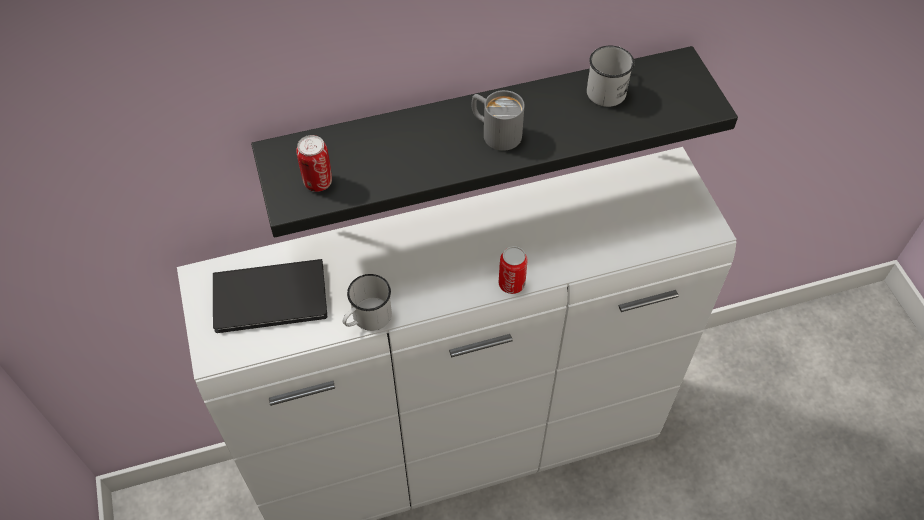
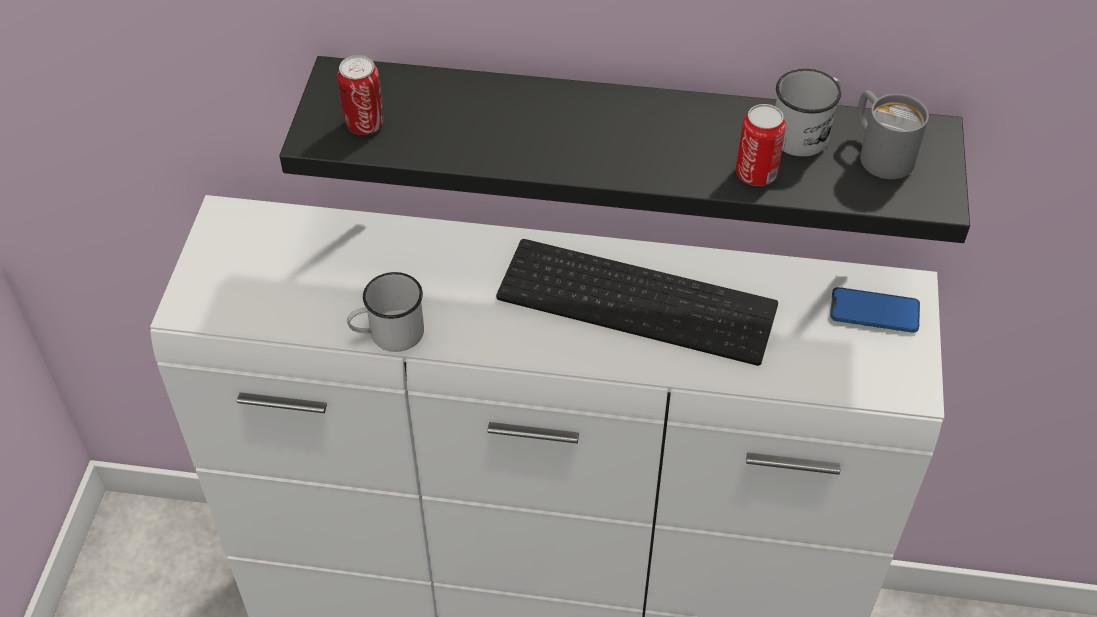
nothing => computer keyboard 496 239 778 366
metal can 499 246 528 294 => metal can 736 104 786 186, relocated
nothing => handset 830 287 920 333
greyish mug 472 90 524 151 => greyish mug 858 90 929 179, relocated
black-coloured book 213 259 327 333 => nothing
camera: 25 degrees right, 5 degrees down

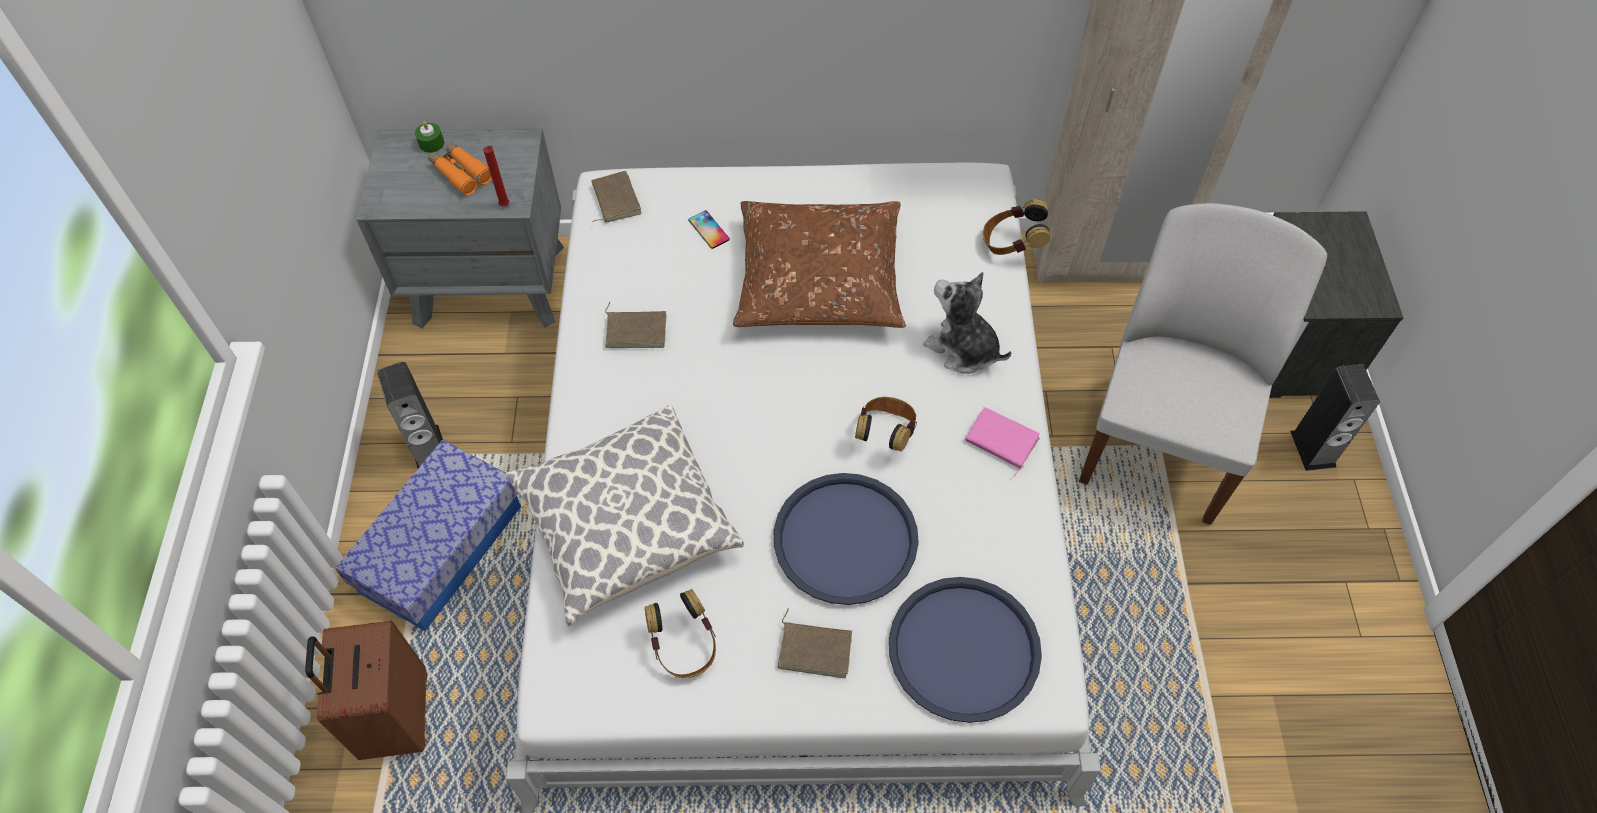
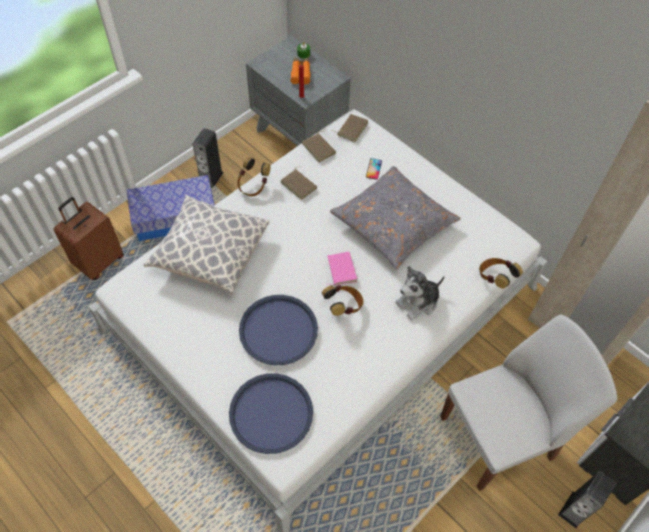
pair of headphones 645 589 716 678 => pair of headphones 237 157 270 196, relocated
brownish book 777 608 852 678 => brownish book 302 131 336 162, relocated
pink book 965 407 1040 477 => pink book 327 252 357 285, relocated
brownish throw pillow 733 201 906 328 => greyish throw pillow 330 166 461 269
cuddly toy 923 272 1011 374 => cuddly toy 395 266 445 321, 120 degrees counterclockwise
camera: 45 degrees right, 0 degrees up

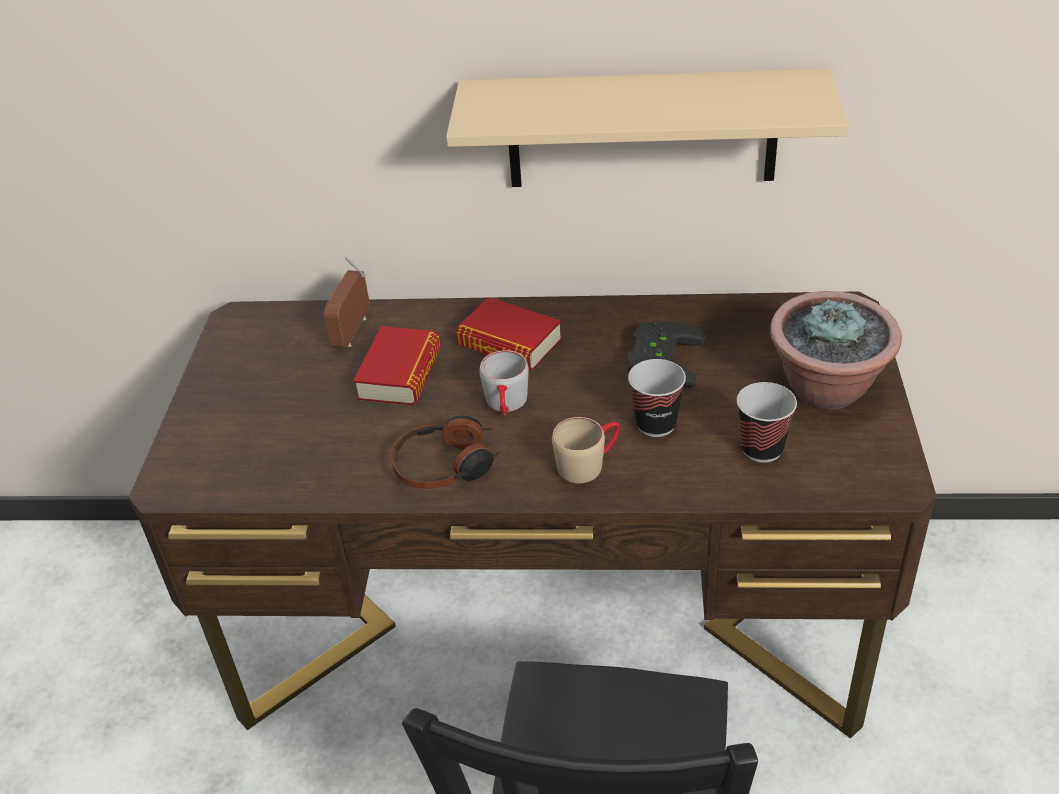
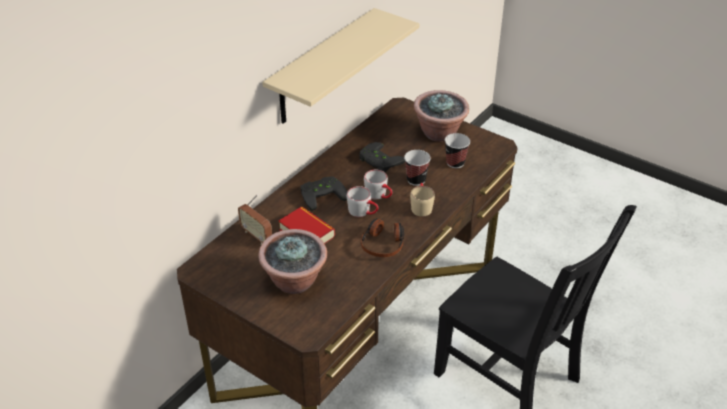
nothing => plant in a pot 258 229 327 294
book 456 297 562 370 => black-coloured gamepad 301 176 347 211
nothing => greyish mug 364 170 392 200
camera: 60 degrees left, 0 degrees up

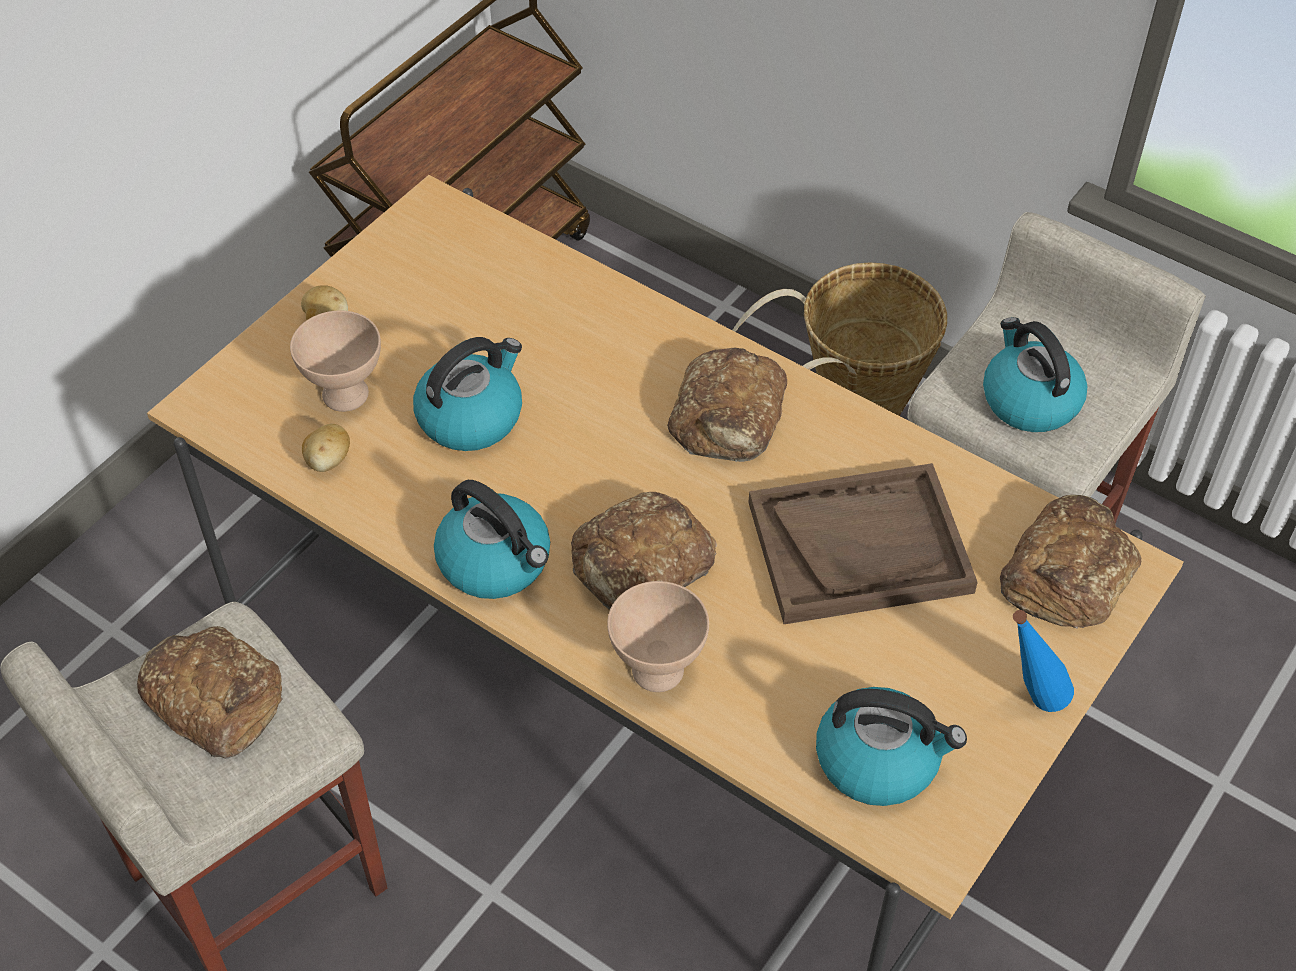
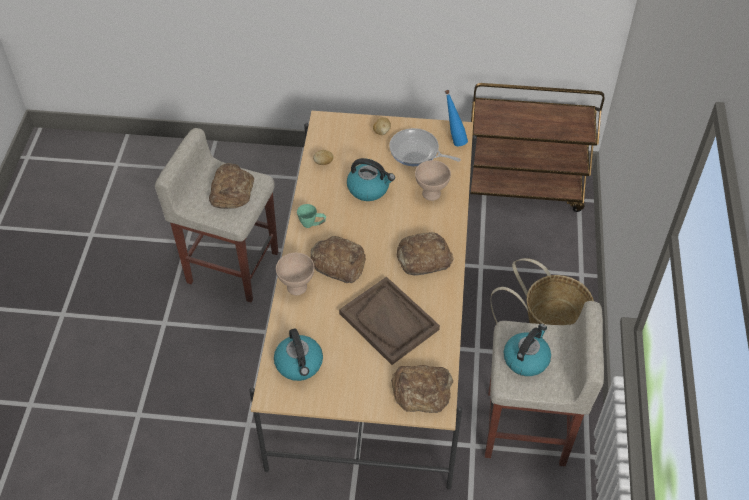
kettle 434 480 550 599 => greenish mug 297 204 326 228
nothing => skillet 389 128 461 166
beige bowl 290 310 381 412 => beige bowl 415 160 451 201, relocated
blue drink bottle 1013 610 1074 712 => blue drink bottle 445 90 468 146, relocated
camera: 60 degrees right, 0 degrees up

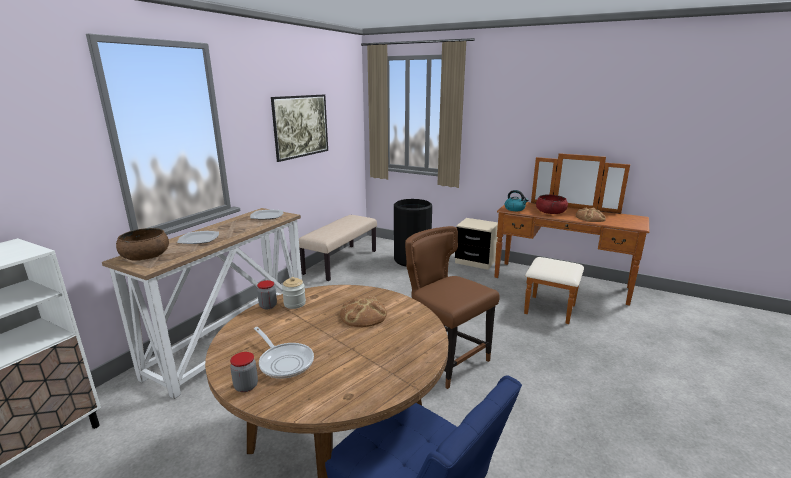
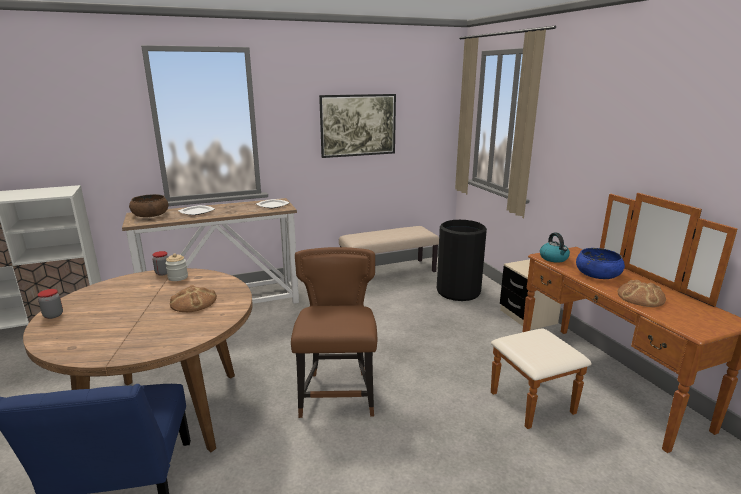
reddish bowl 536 195 568 214 => blue bowl 576 248 625 279
skillet 254 327 314 379 => nothing
camera: 40 degrees right, 0 degrees up

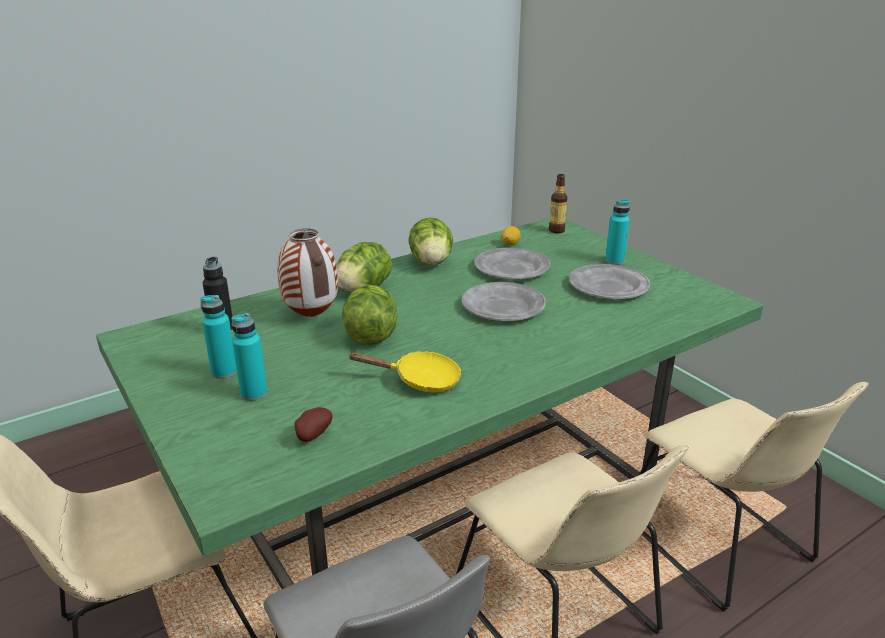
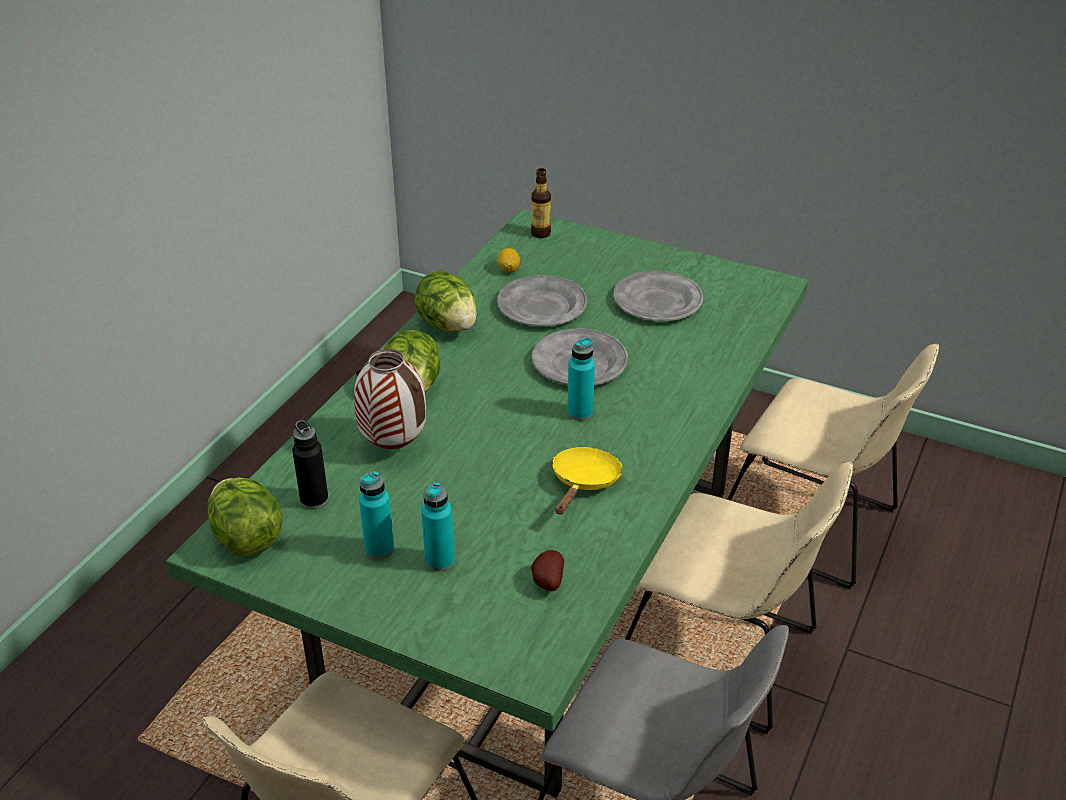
head of lettuce 342 285 397 345 => head of lettuce 207 477 282 556, relocated
yellow-coloured skillet 348 351 461 392 => yellow-coloured skillet 552 447 622 515, 45 degrees counterclockwise
turquoise drink bottle 605 200 630 265 => turquoise drink bottle 567 338 595 421, relocated
camera: 30 degrees left, 10 degrees up

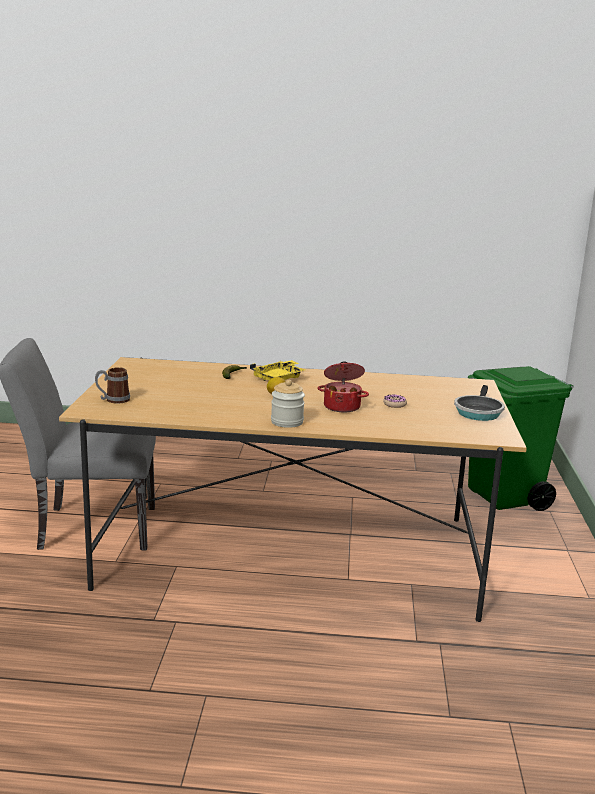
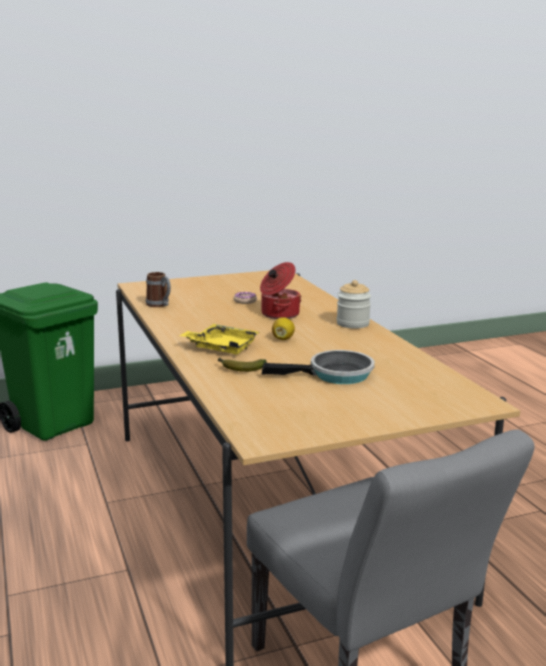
mug 95 367 130 404 => mug 146 272 171 307, relocated
skillet 454 385 505 421 => skillet 262 350 375 384, relocated
camera: 115 degrees left, 0 degrees up

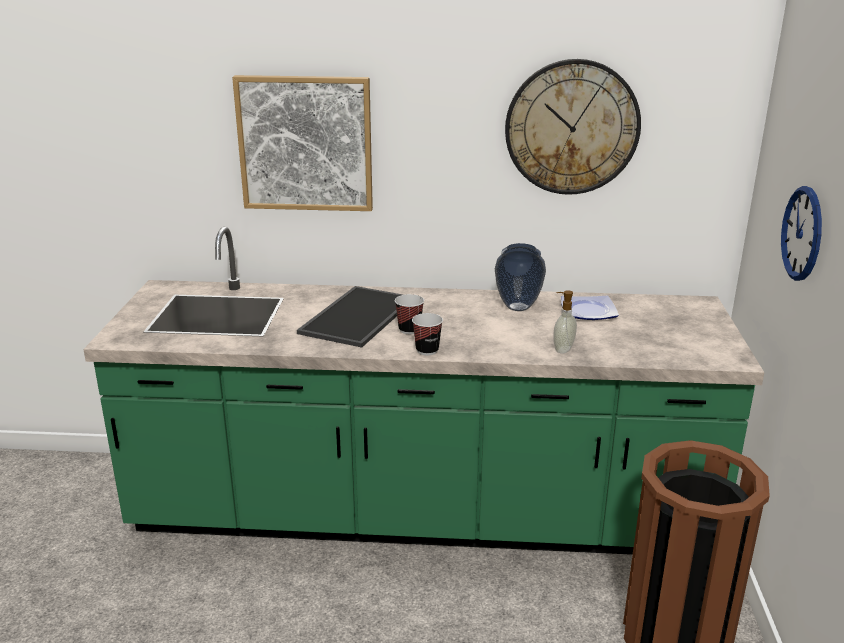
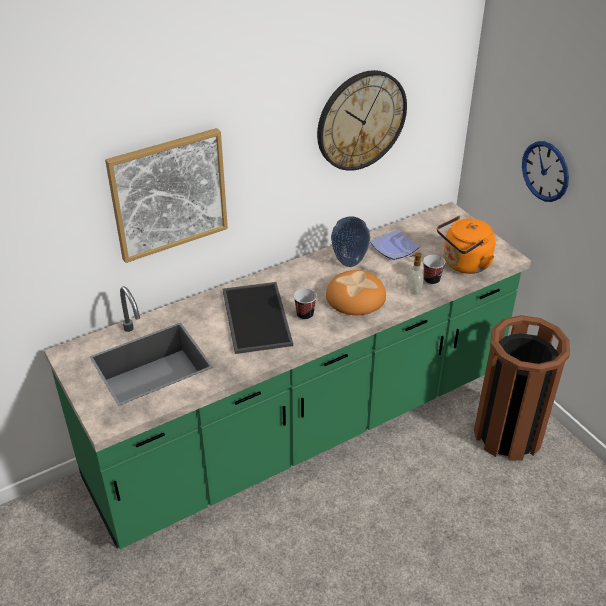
nothing => baked bread 326 270 386 315
small cup 412 313 443 355 => small cup 423 255 445 285, relocated
nothing => orangey kettle 437 216 496 274
camera: 35 degrees left, 15 degrees up

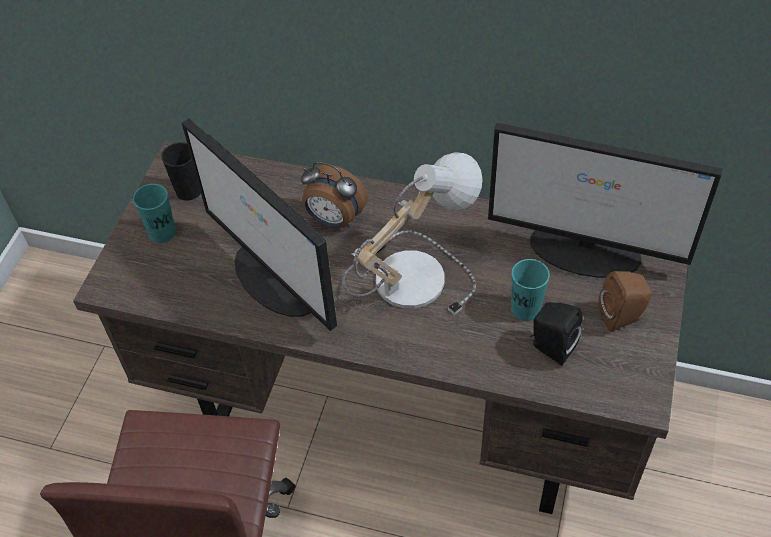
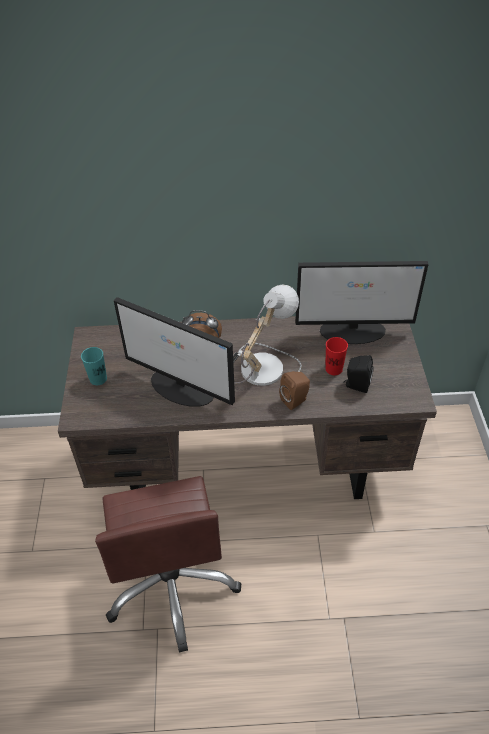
brownish audio speaker 598 271 652 332 => brownish audio speaker 279 371 310 410, relocated
turquoise small cup 511 259 550 321 => reddish small cup 325 337 348 375
black-coloured small cup 161 142 201 201 => nothing
camera: 20 degrees left, 5 degrees down

